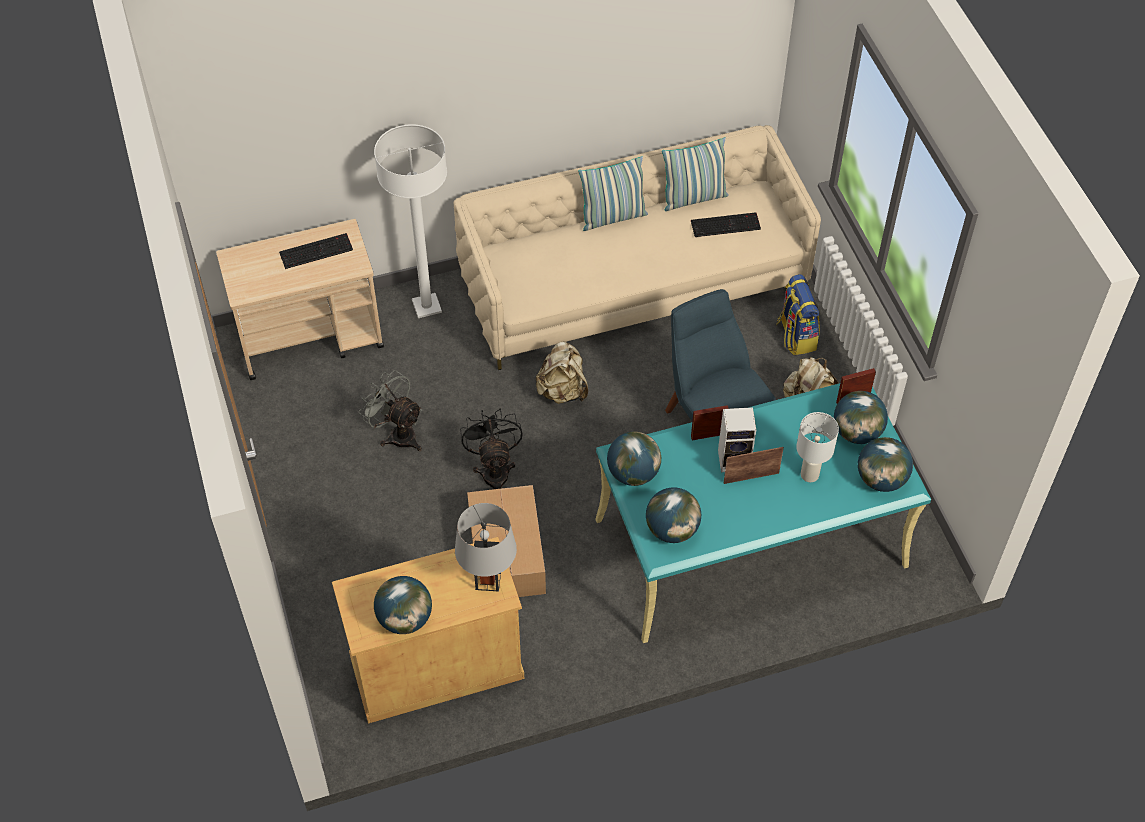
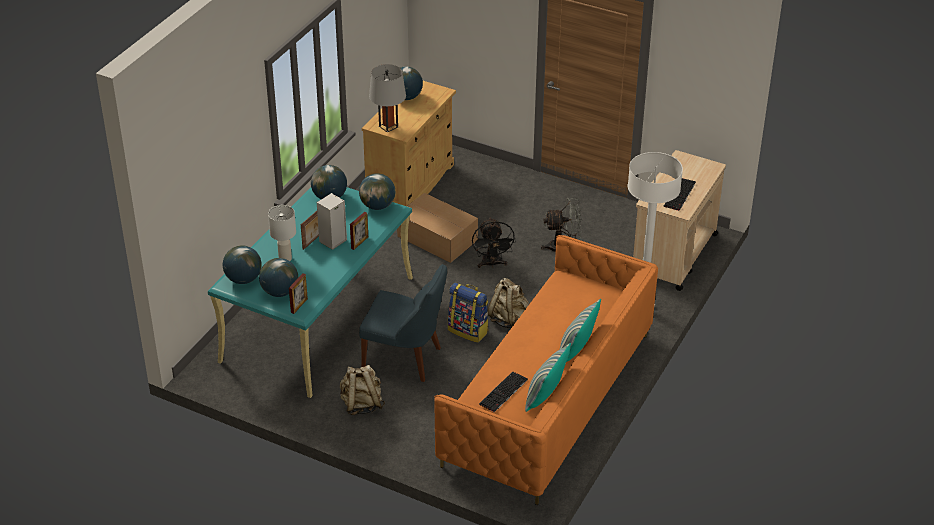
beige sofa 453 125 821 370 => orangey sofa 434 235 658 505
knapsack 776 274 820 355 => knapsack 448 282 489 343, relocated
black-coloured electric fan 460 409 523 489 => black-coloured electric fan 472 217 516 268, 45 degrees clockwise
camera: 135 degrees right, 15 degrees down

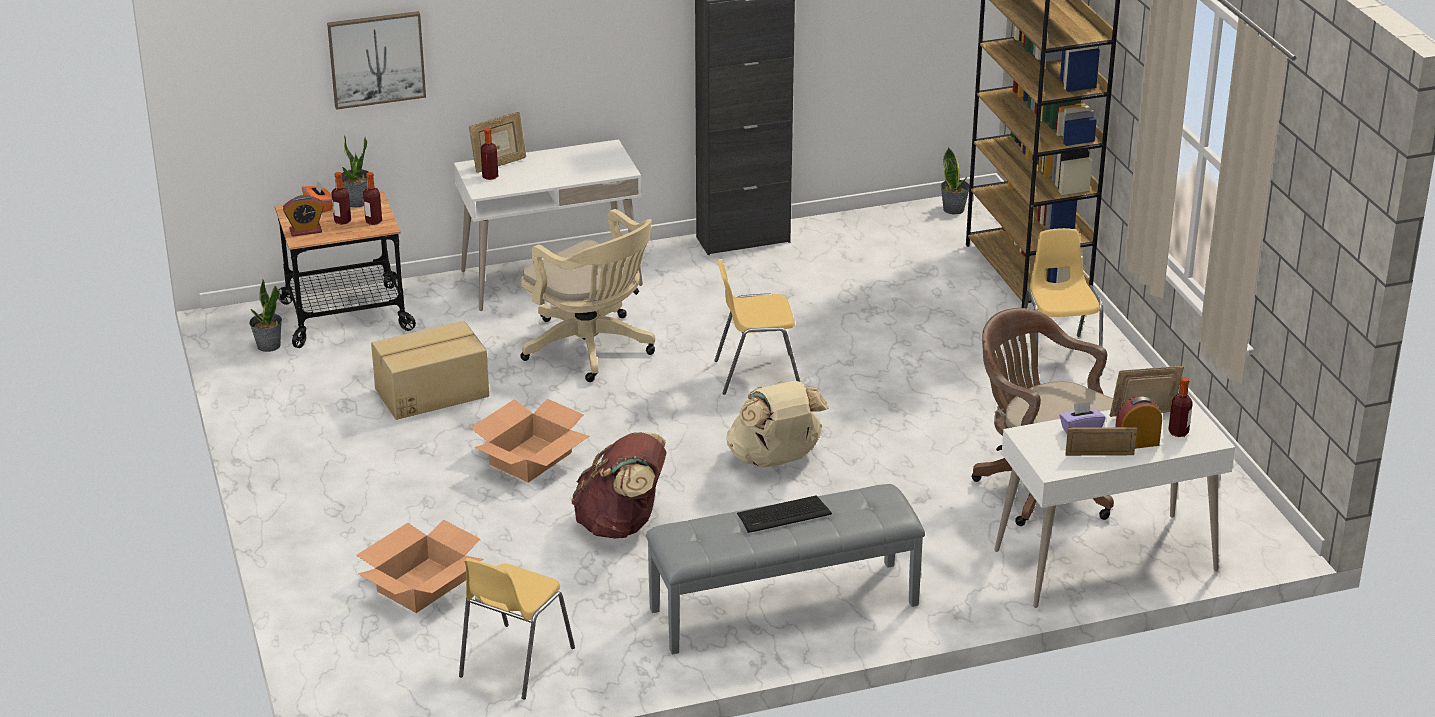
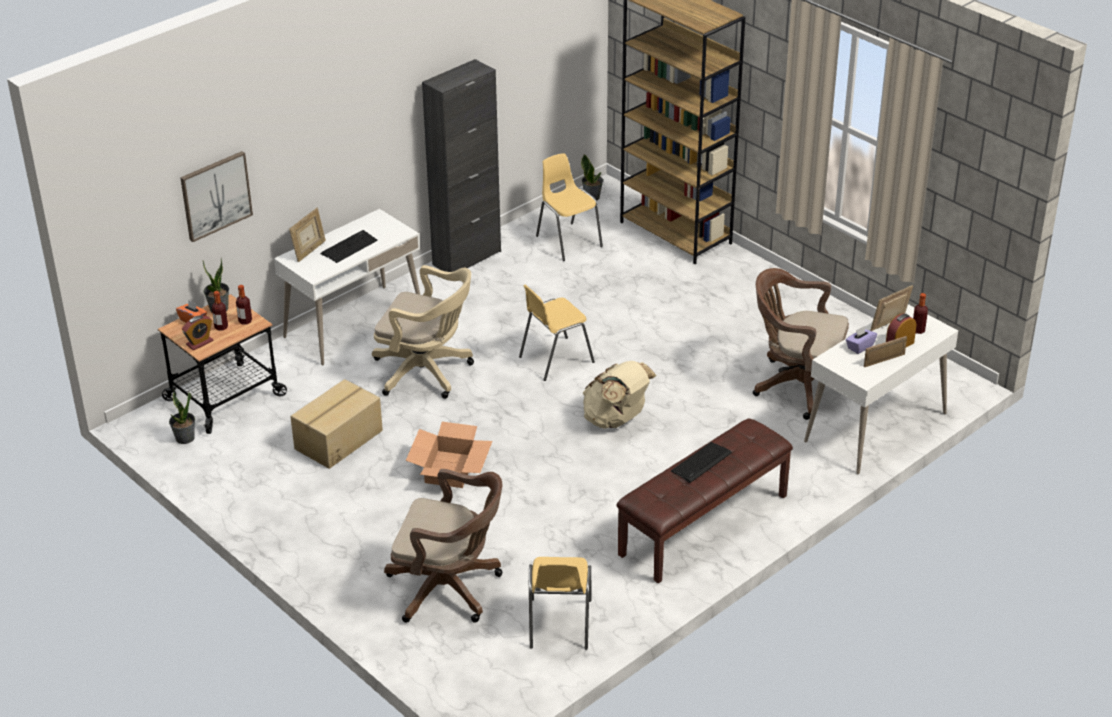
nothing => computer keyboard 320 230 378 263
carton 356 520 484 613 => brownish desk chair 384 469 503 623
yellow-coloured plain chair 1018 228 1103 376 => yellow-coloured plain chair 536 153 603 261, relocated
greyish indoor bench 646 484 925 654 => brownish indoor bench 616 418 793 583
drink bottle 481 128 498 180 => nothing
brownish knapsack 571 432 667 538 => nothing
camera: 25 degrees left, 5 degrees up

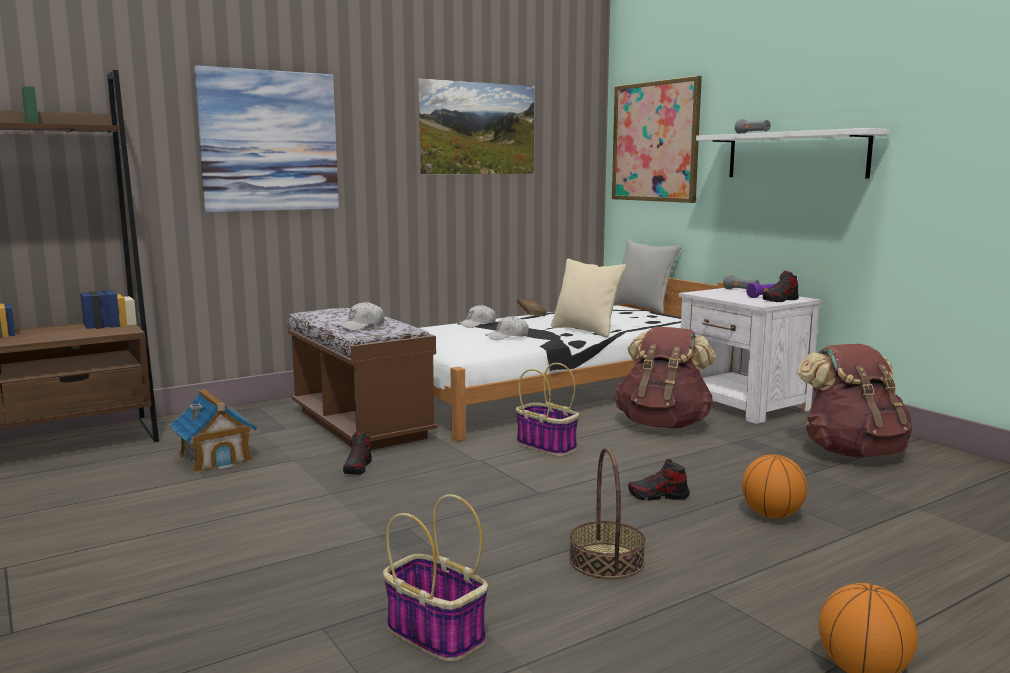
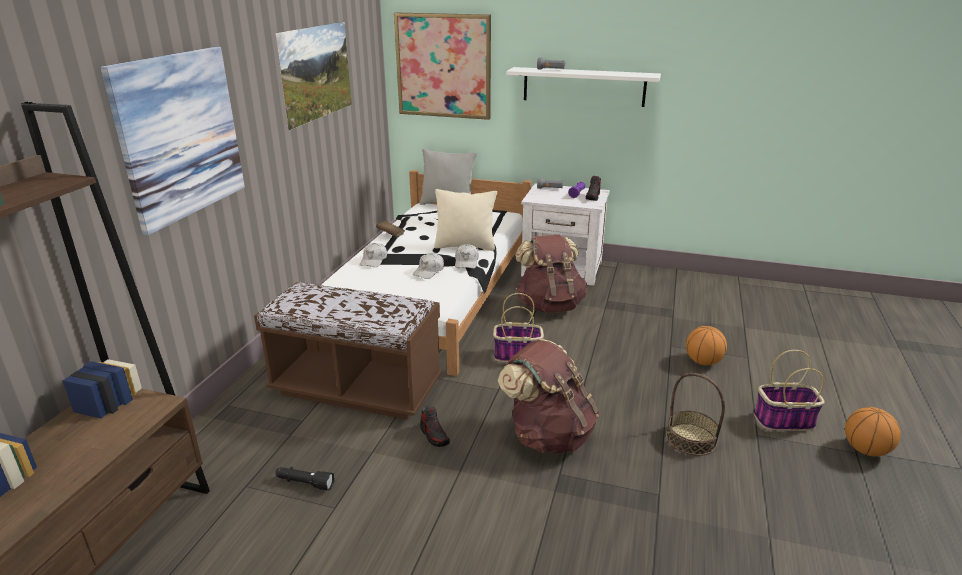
model house 170 389 257 473 => black-coloured torch 275 467 335 491
white cap 336 301 384 331 => white cap 455 244 479 269, relocated
brownish knapsack 797 344 912 457 => brownish knapsack 498 339 600 453, relocated
storage basket 383 494 488 662 => storage basket 754 350 824 431, relocated
item of footwear 628 459 690 500 => nothing
camera: 40 degrees left, 15 degrees up

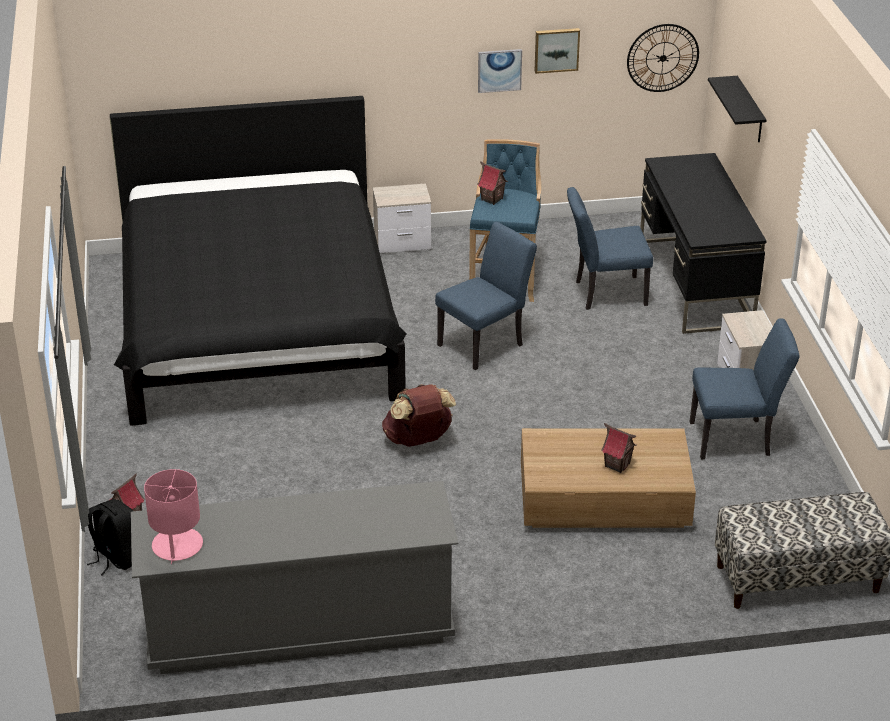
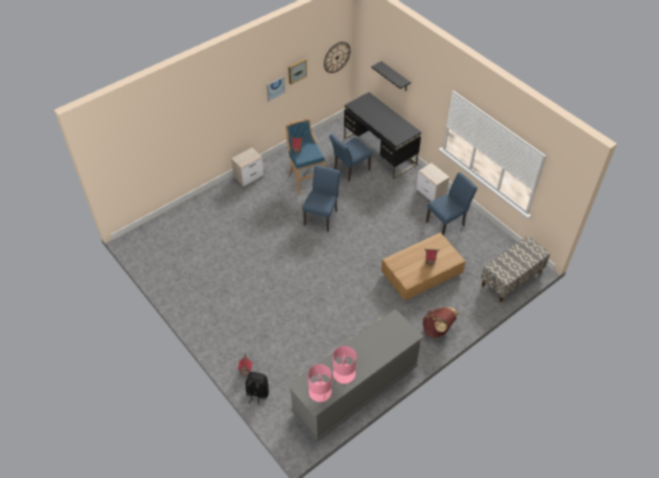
nothing => pink lamp for a table 333 346 357 384
brownish knapsack 382 384 456 447 => brownish knapsack 423 307 459 338, relocated
black-coloured bed 110 96 407 426 => nothing
camera: 30 degrees left, 15 degrees up

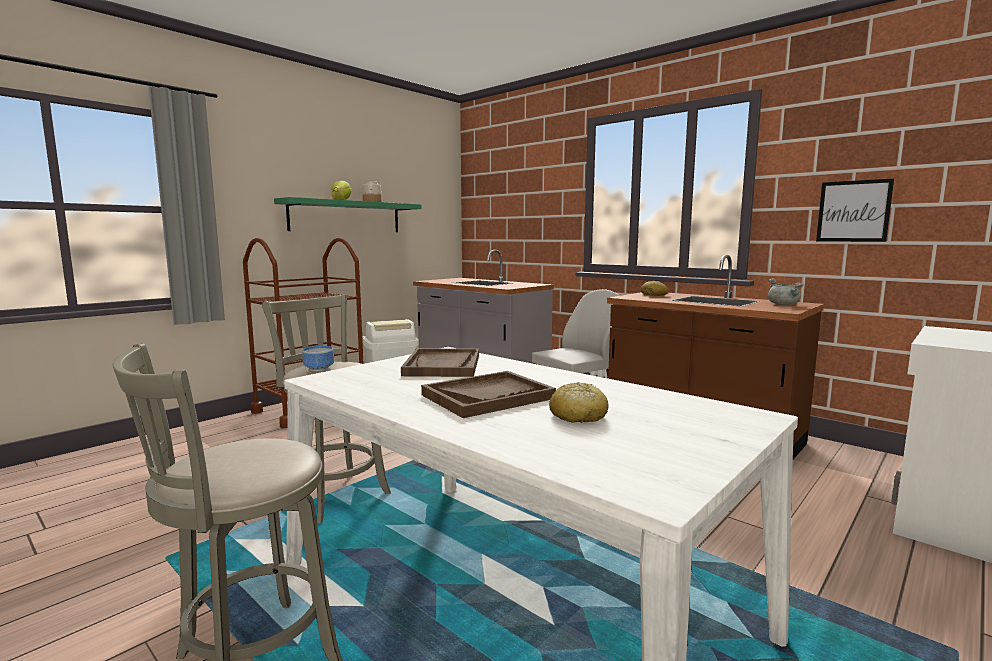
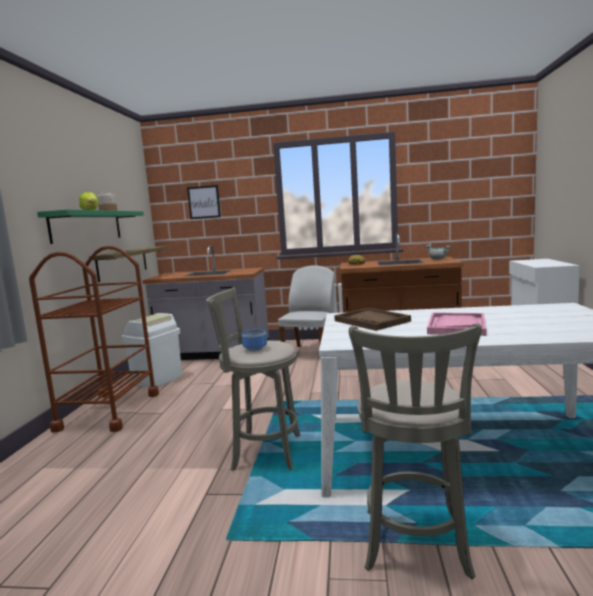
nothing => shelf 89 246 167 282
wall picture 816 179 894 242 => wall picture 187 185 221 219, relocated
brownish serving tray 421 371 556 418 => pink serving tray 427 313 486 336
baked bread 549 382 609 423 => nothing
camera: 35 degrees left, 0 degrees up

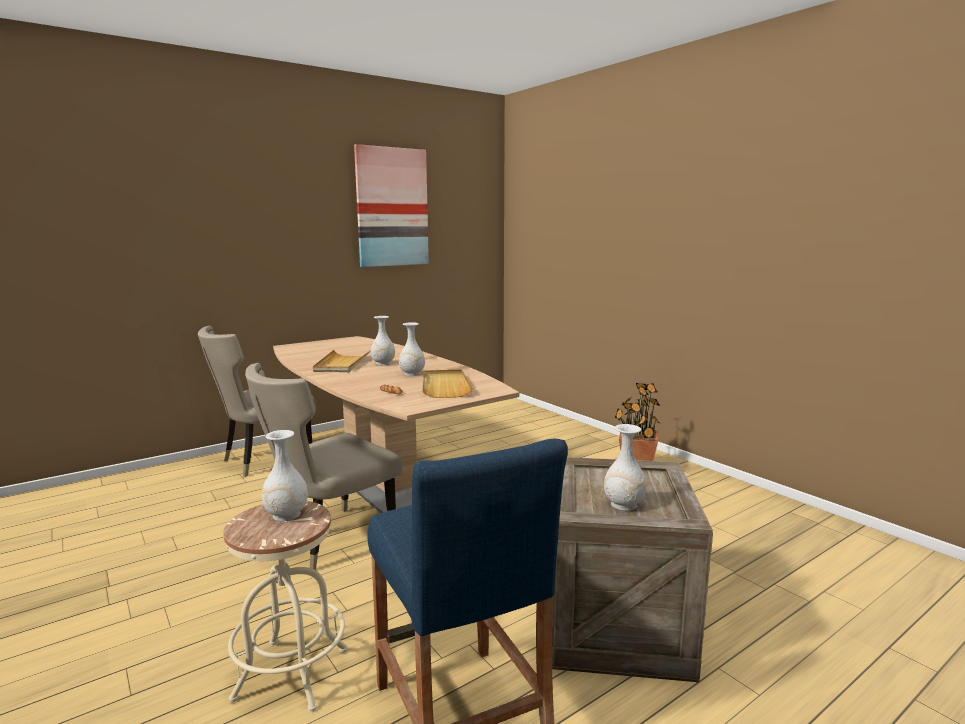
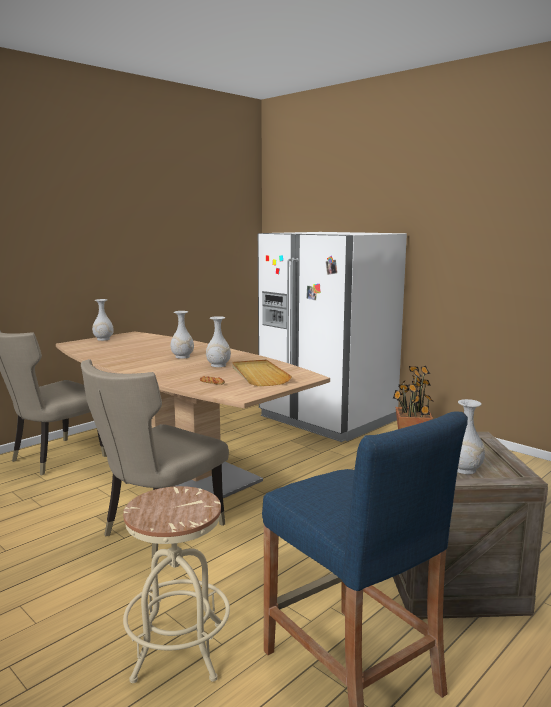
white flower vase 262 430 308 521 => white flower vase 92 299 114 341, relocated
nothing => white kitchen fridge 258 232 407 442
beige serving tray 313 350 371 372 => nothing
wall picture 354 144 429 267 => nothing
camera: 10 degrees left, 0 degrees up

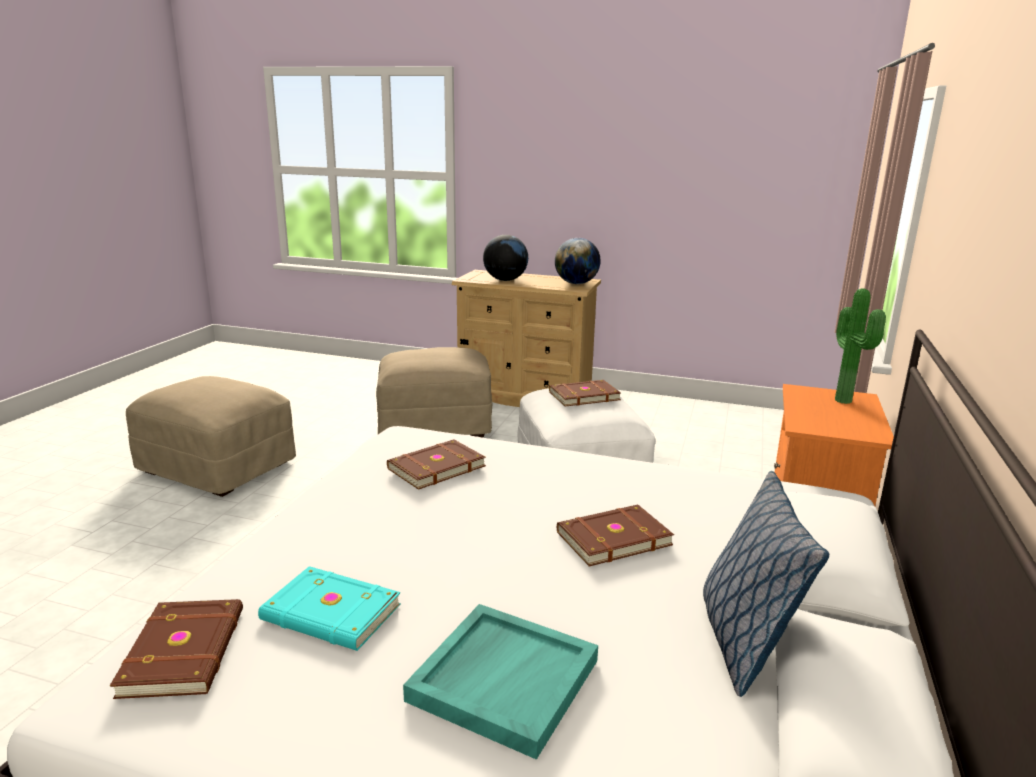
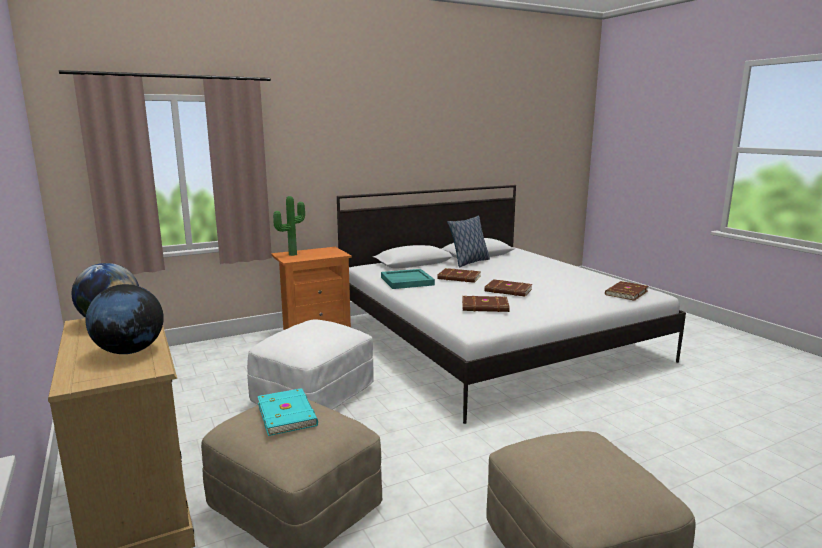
turquoise book 258 566 400 651 => turquoise book 258 388 318 436, relocated
turquoise serving tray 403 604 598 760 => turquoise serving tray 381 269 435 289, relocated
brownish book 549 380 621 407 => brownish book 484 279 532 297, relocated
camera: 135 degrees left, 5 degrees down

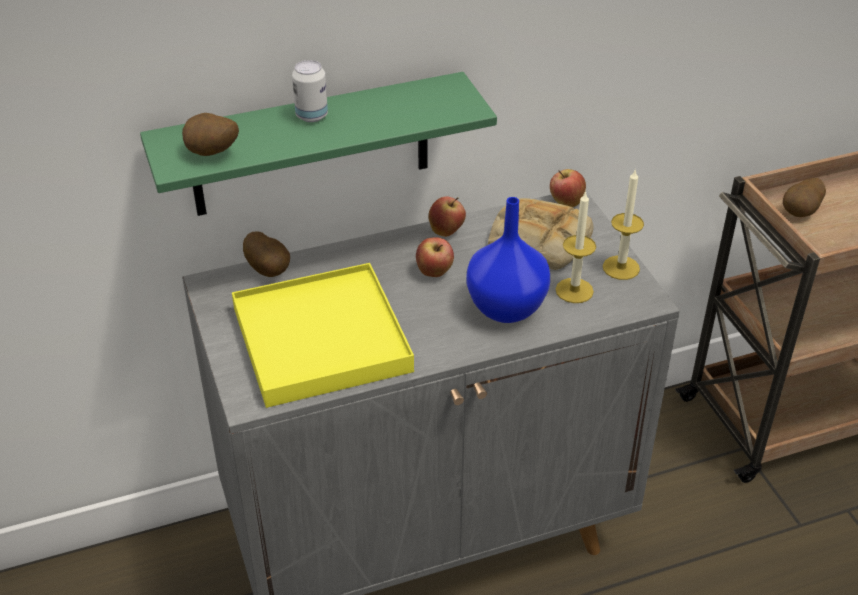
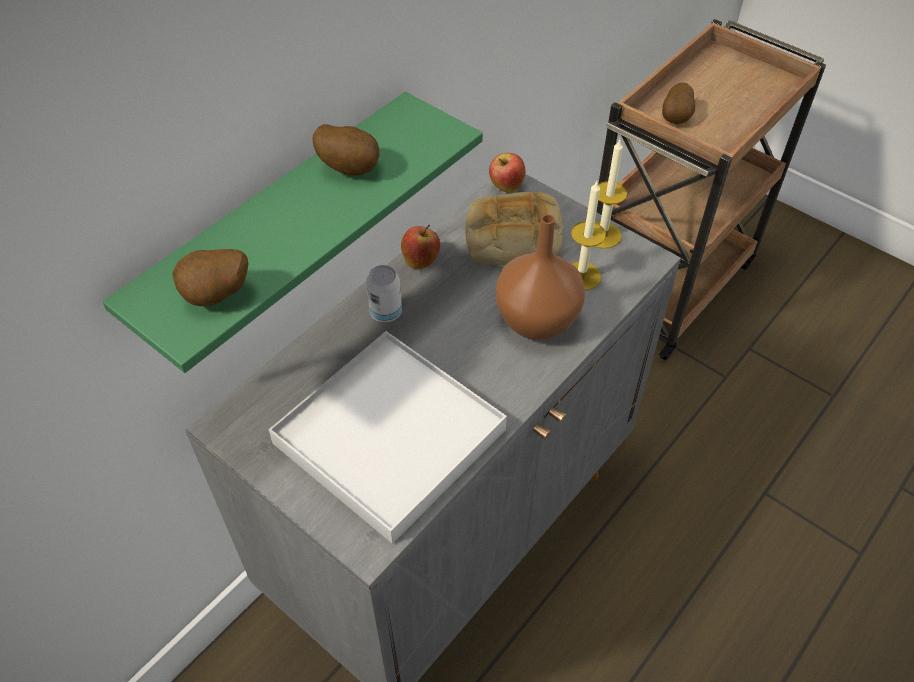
yellow-coloured serving tray 232 263 414 408 => white serving tray 269 331 507 544
spud 243 231 290 277 => spud 313 124 380 176, relocated
metal can 292 60 328 122 => metal can 366 265 402 322, relocated
blue flower vase 466 197 550 323 => brownish flower vase 496 214 585 340
apple fruit 416 237 454 277 => nothing
camera: 30 degrees left, 10 degrees up

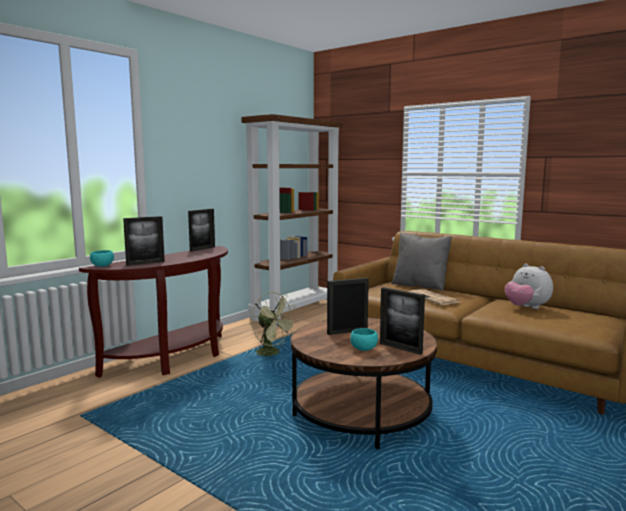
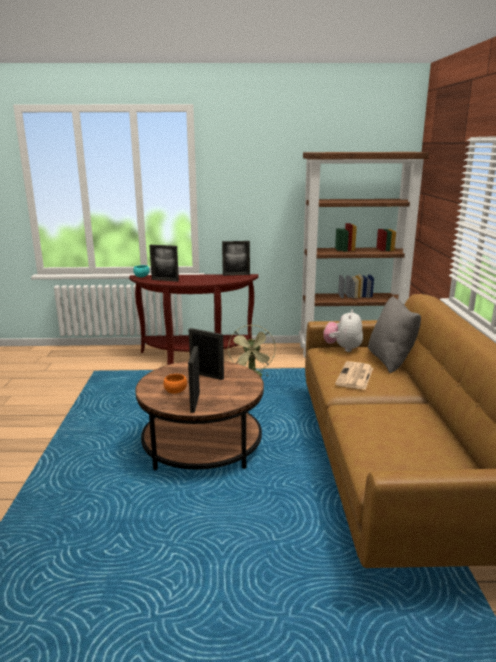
turquoise bowl 350 328 378 351 => orangey bowl 163 374 187 394
cuddly toy 505 263 553 309 => cuddly toy 323 309 363 352, relocated
camera: 50 degrees right, 10 degrees up

